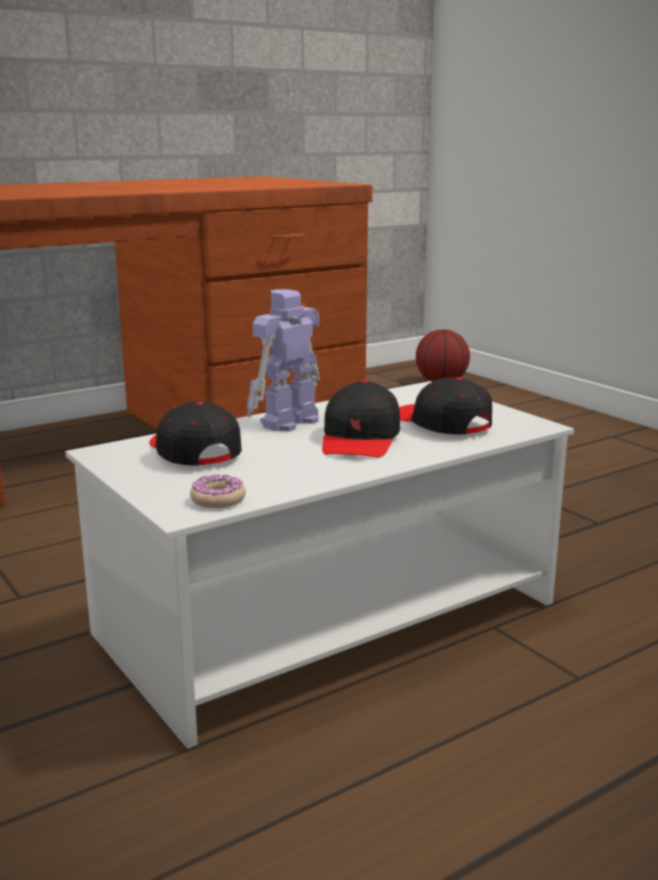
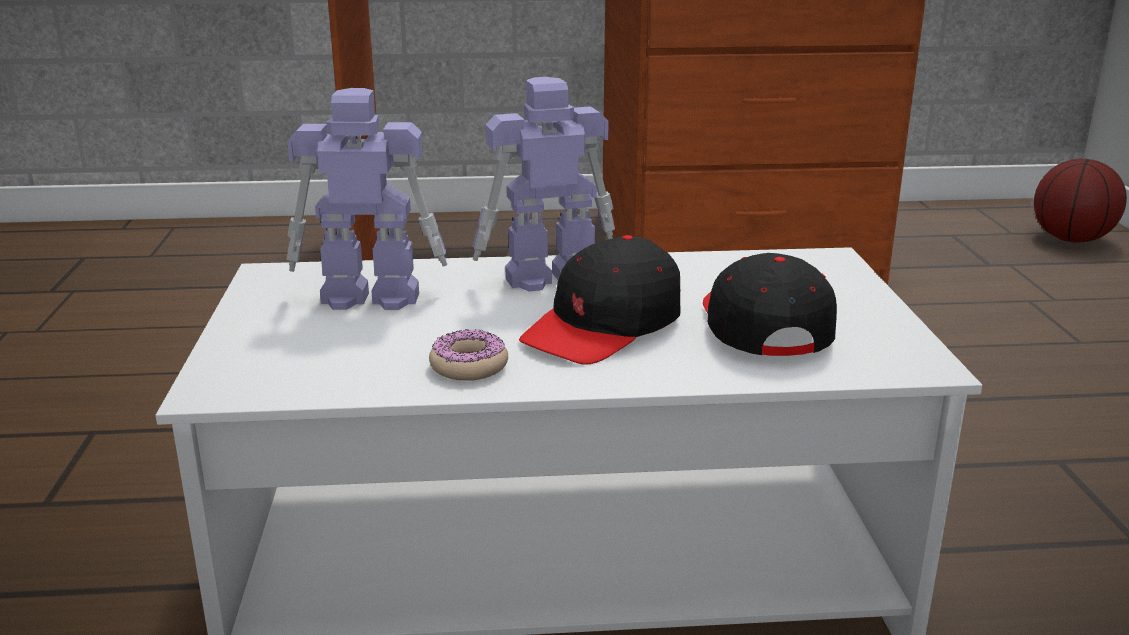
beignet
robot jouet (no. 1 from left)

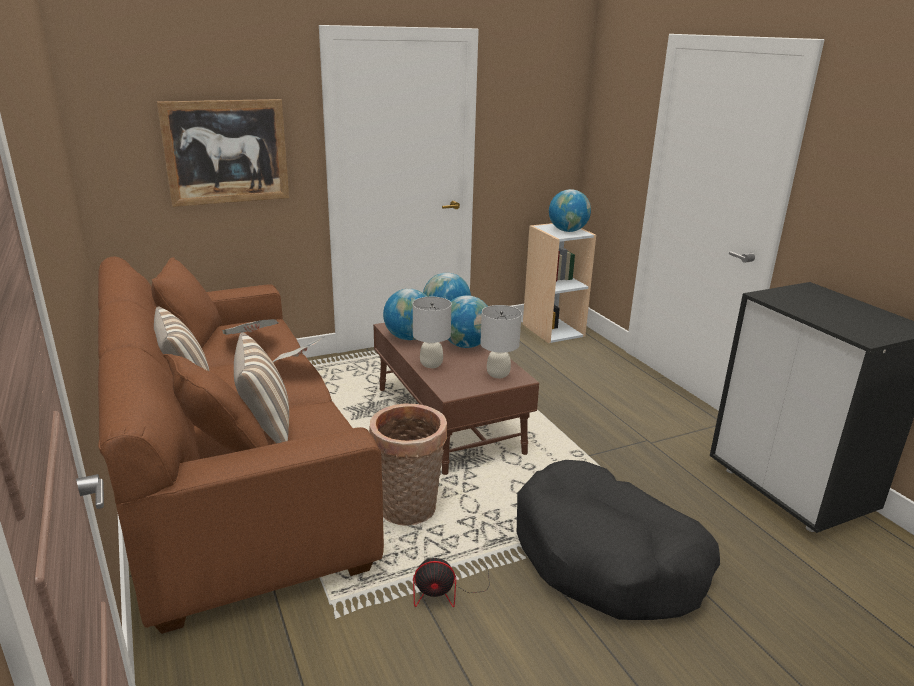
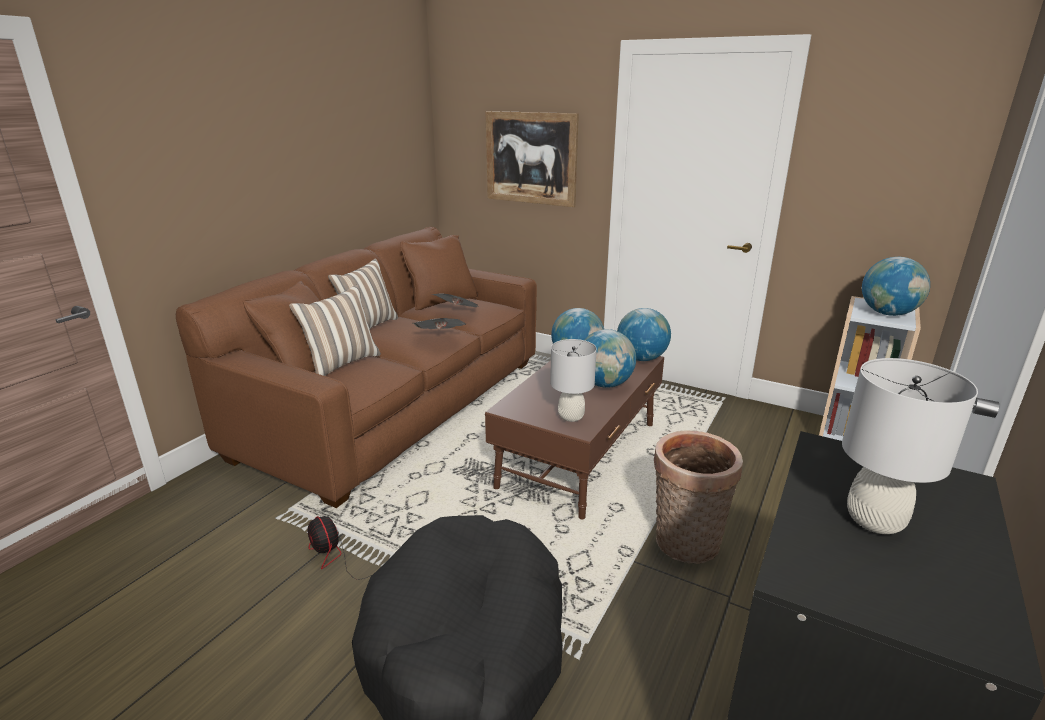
panier
lampe de table/gris (no. 2 from left)

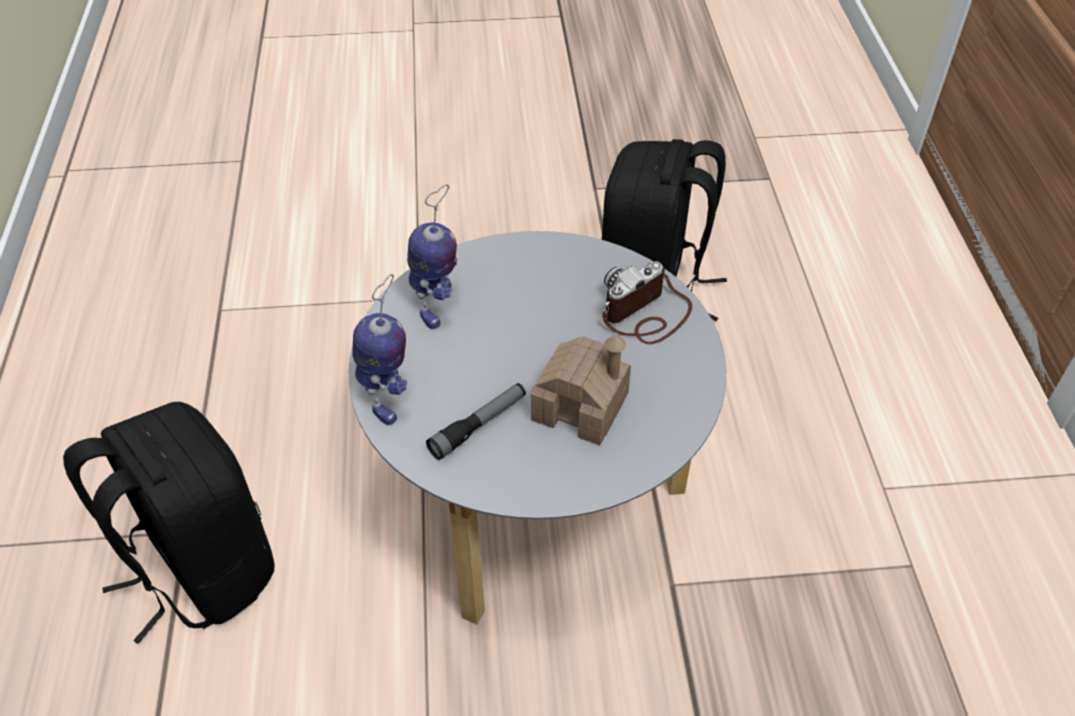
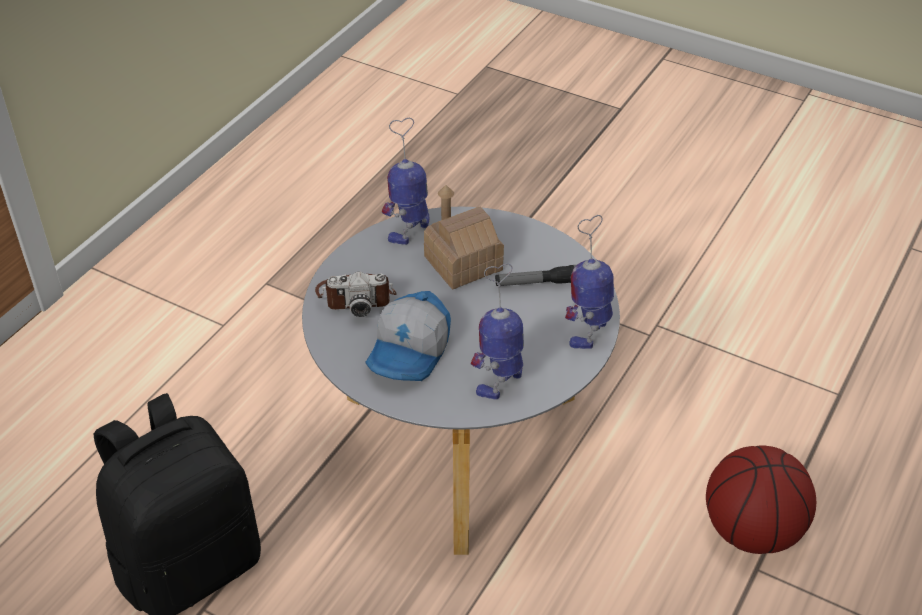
casquette
robot jouet (no. 1 from left)
ballon de basket

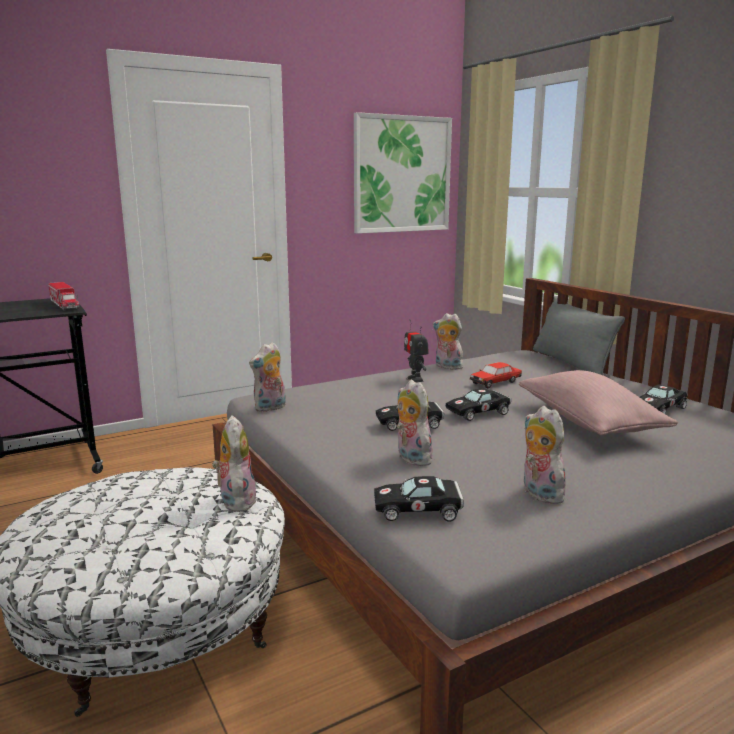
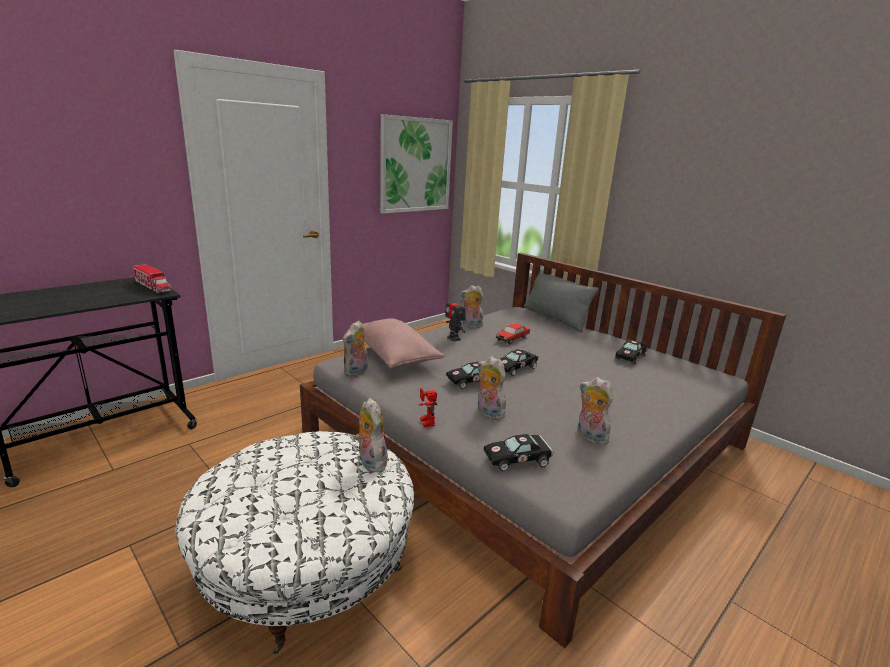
robot jouet (no. 1 from left)
coussin/rose

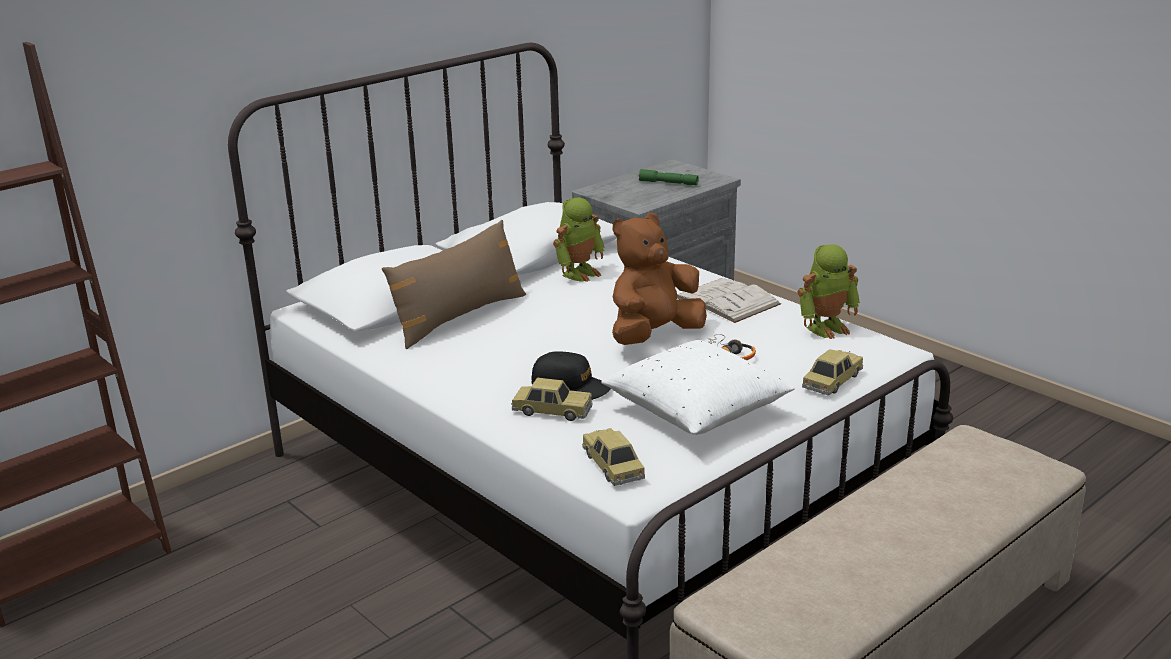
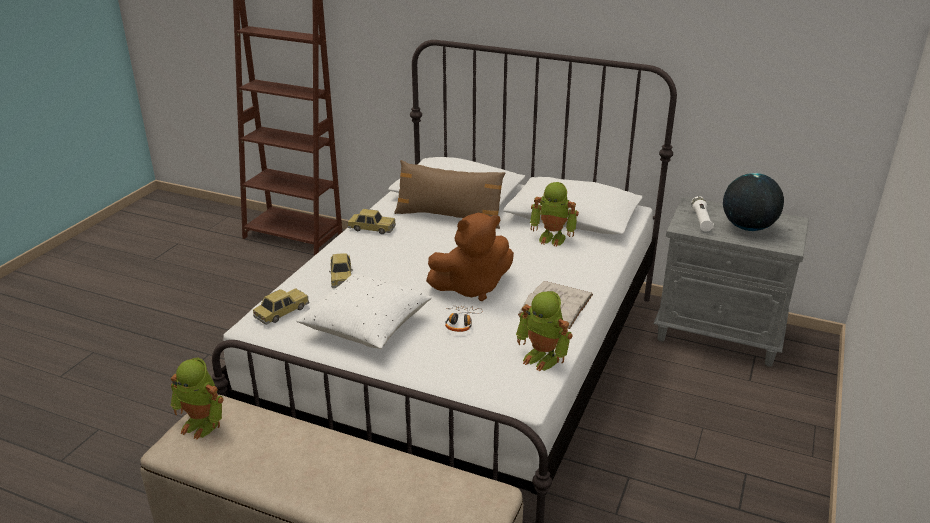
casquette/noir
robot jouet (no. 1 from left)
lampe de poche/blanc
petite voiture (no. 3 from left)
globe
peluche/marron

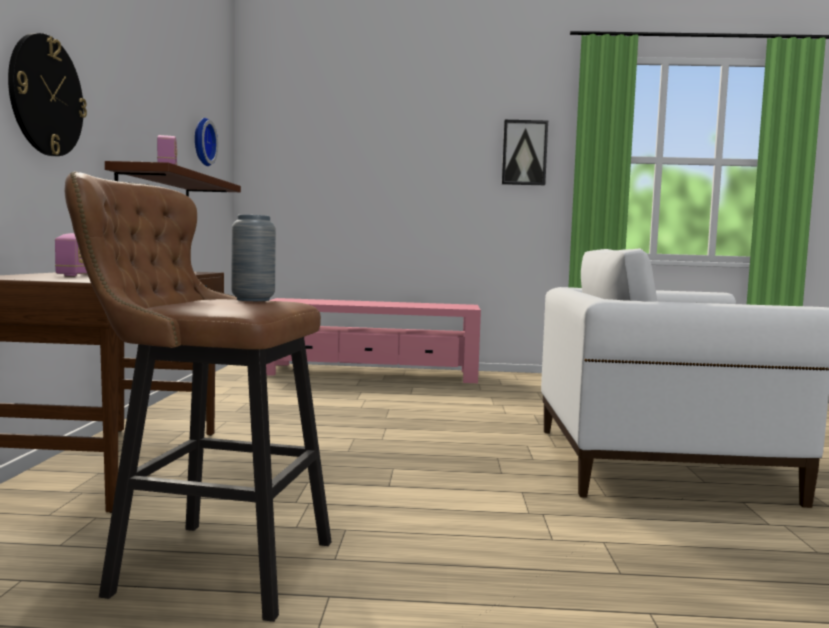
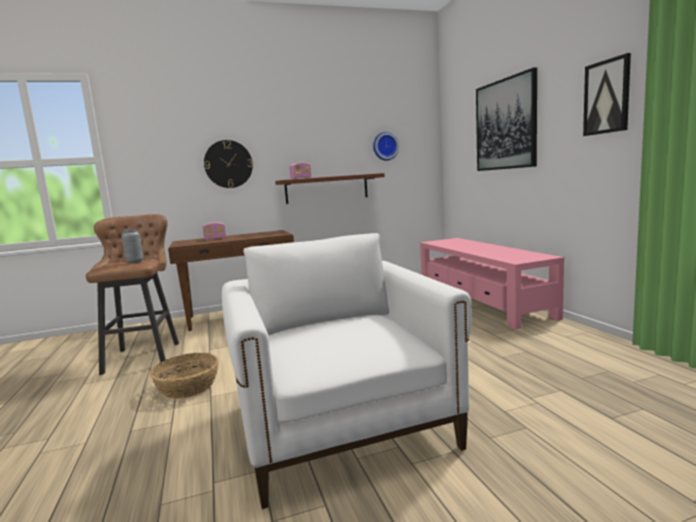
panier
tableau (no. 1 from left)

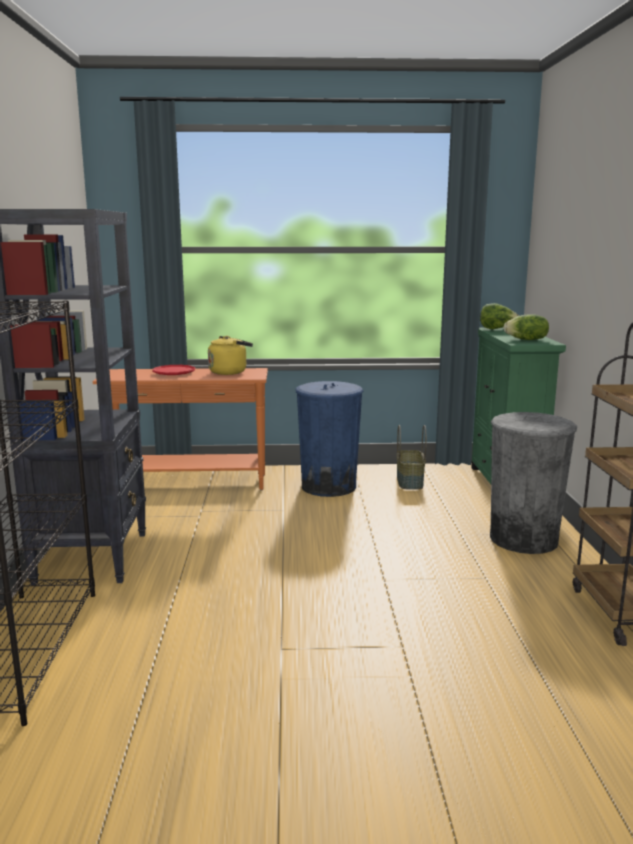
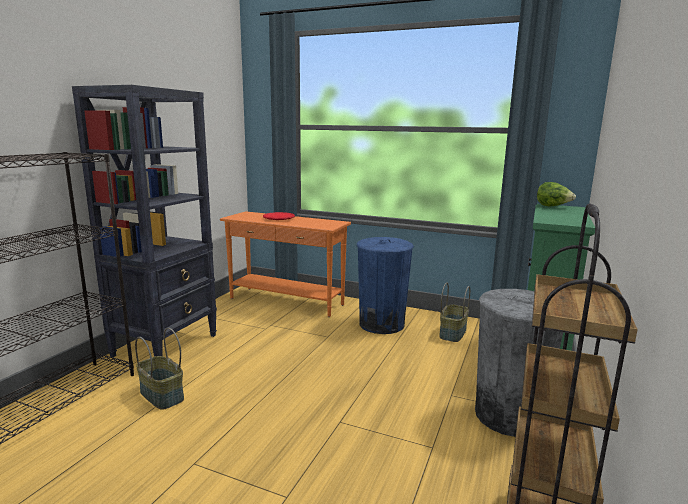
bouilloire/jaune
laitue (no. 2 from left in the first image)
panier (no. 1 from left)

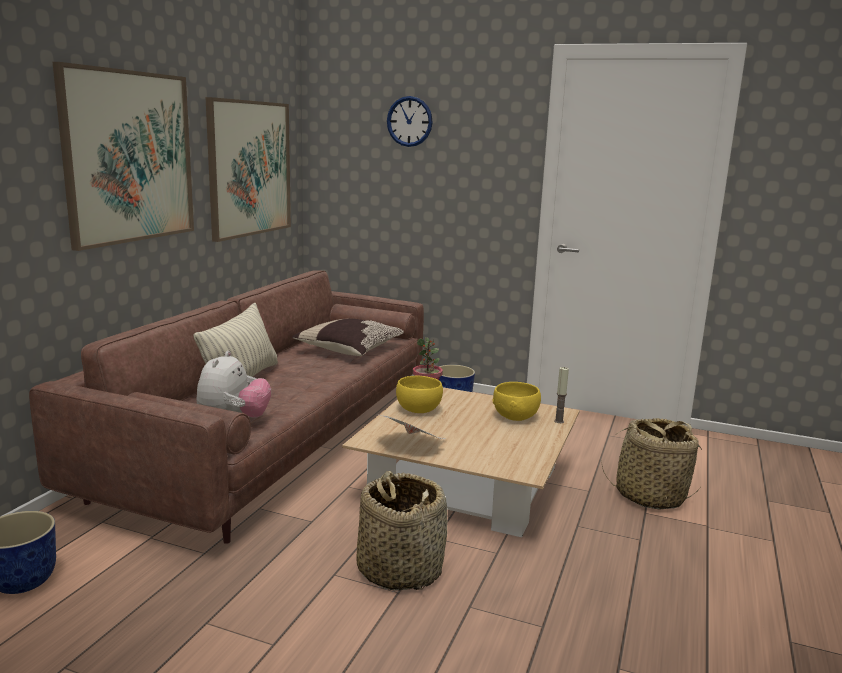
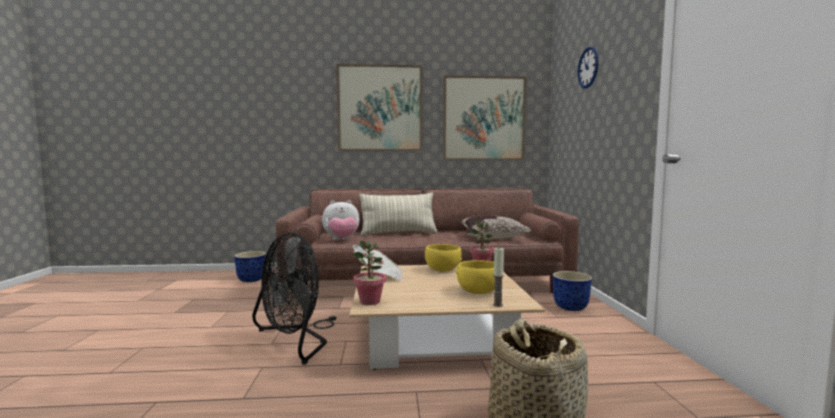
plante en pot (no. 1 from left)
ventilateur/noir

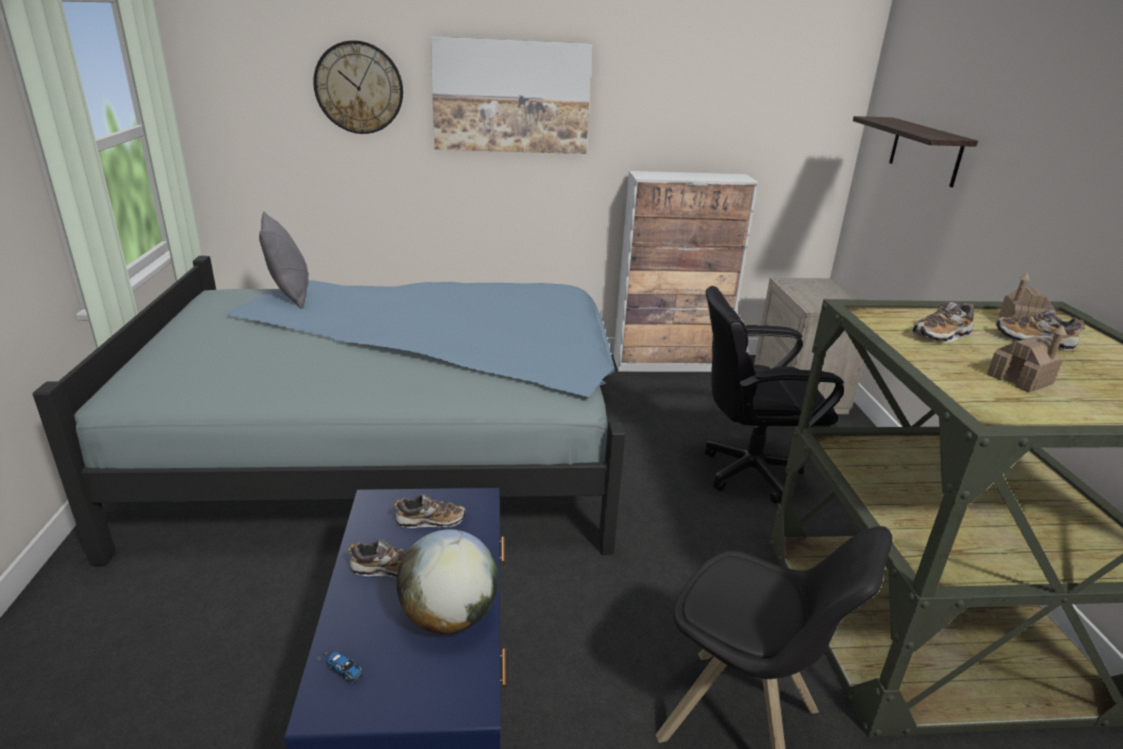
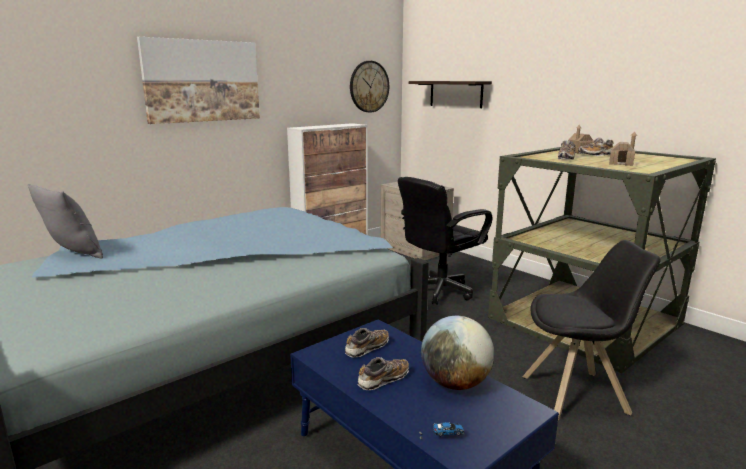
horloge murale

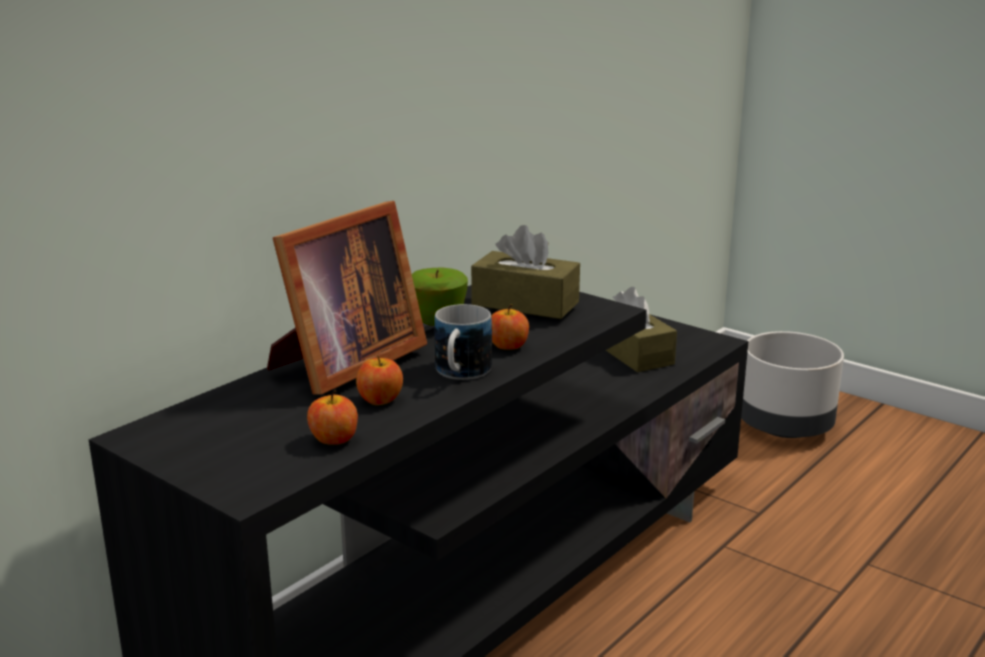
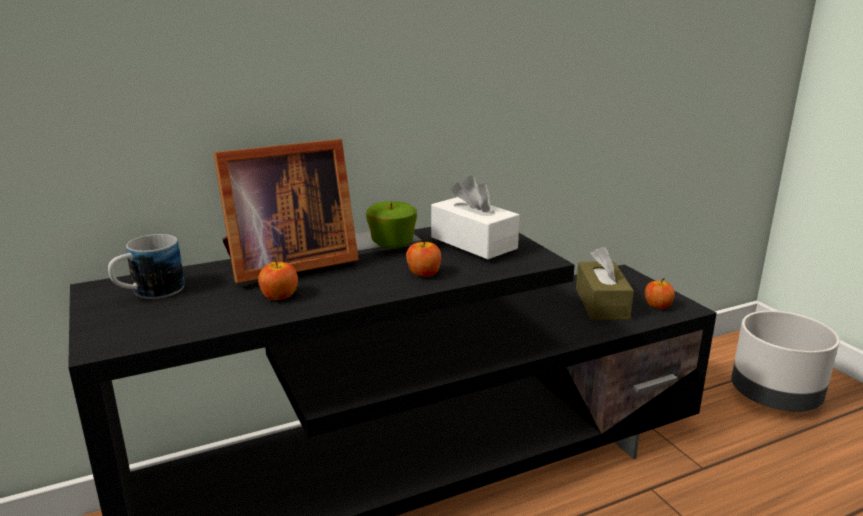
pomme (no. 4 from left)
mug
boîte à mouchoirs/blanc

